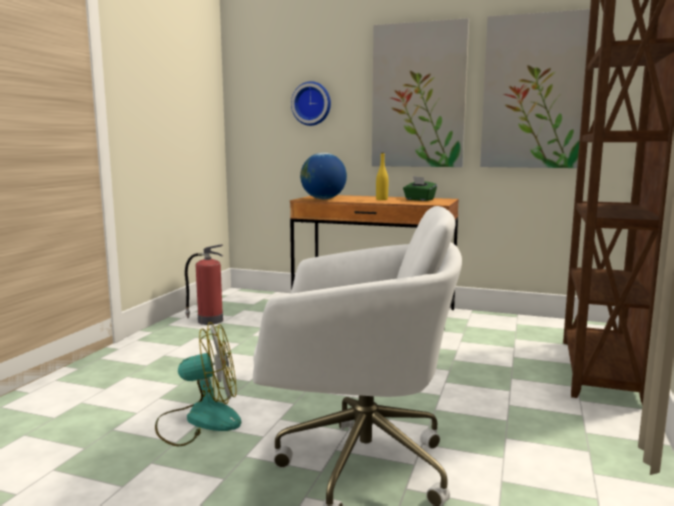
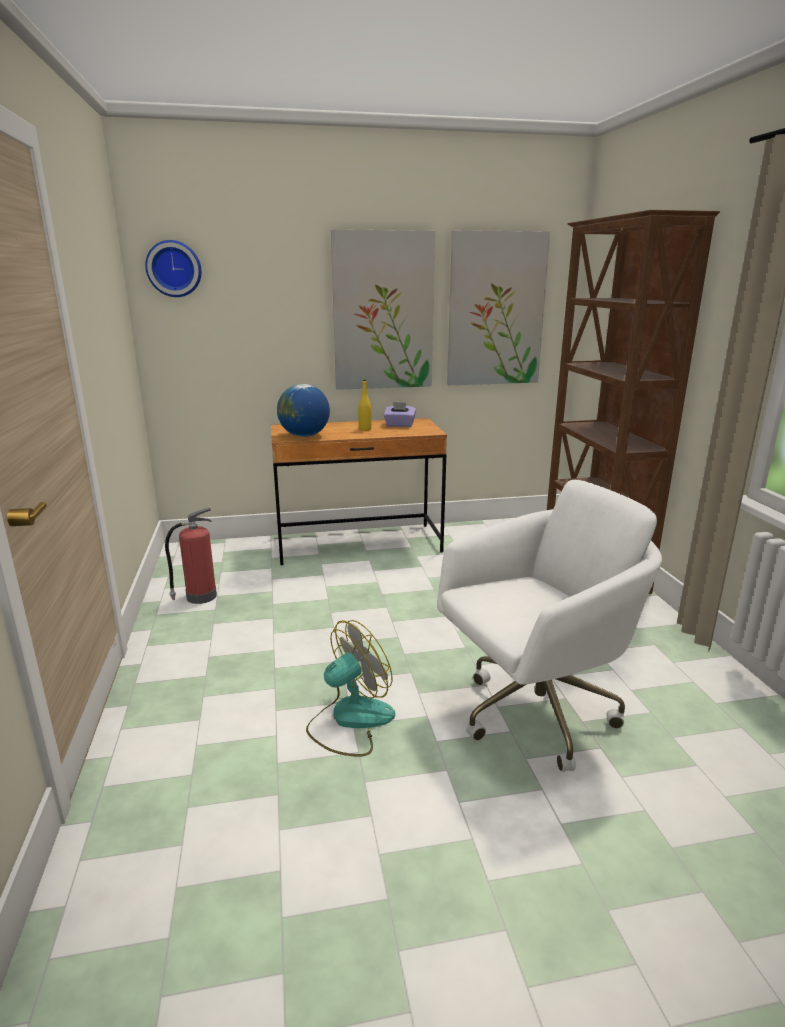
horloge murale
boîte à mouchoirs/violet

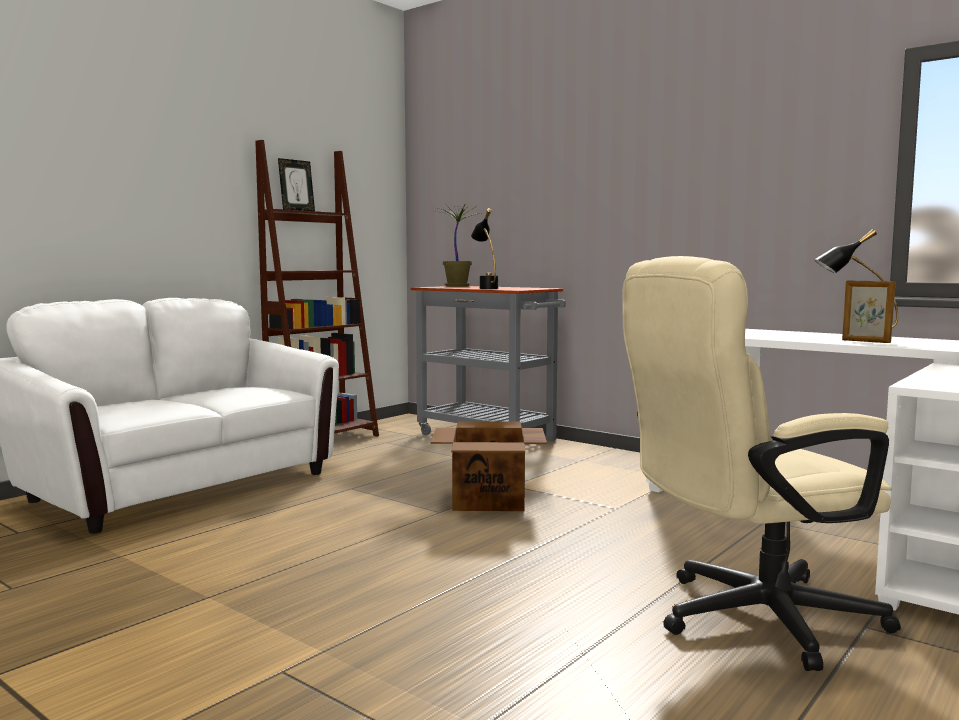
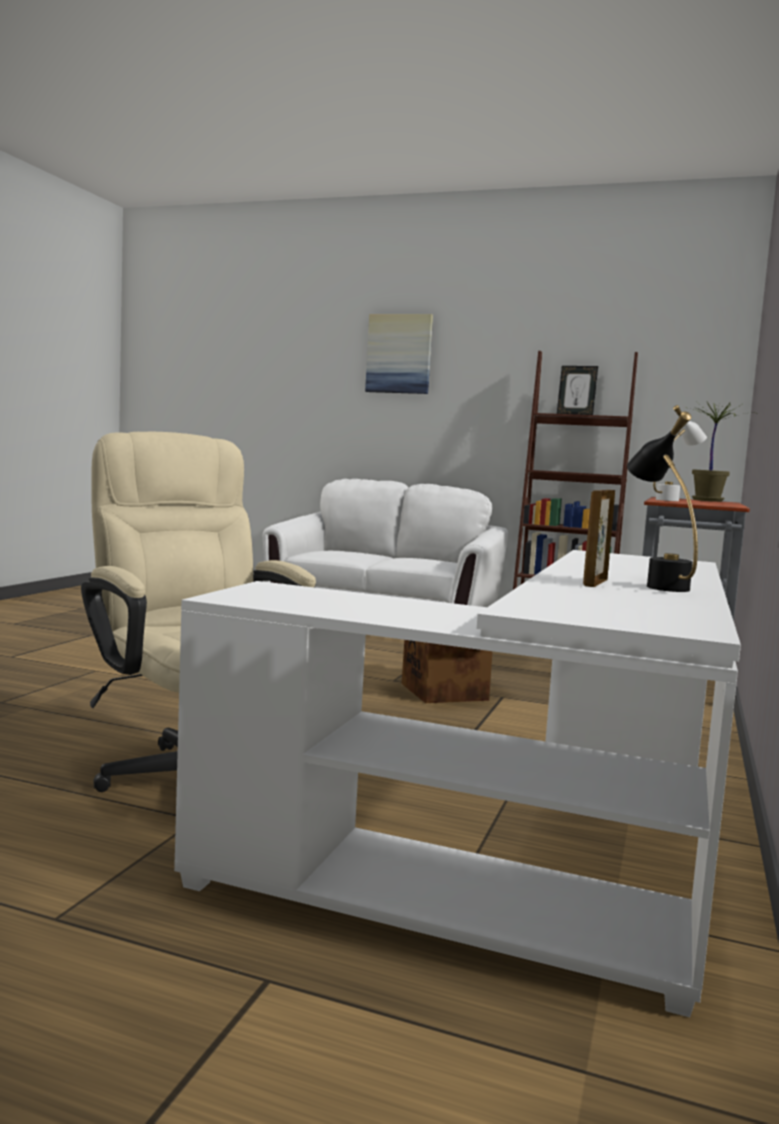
tableau
lampe de table/blanc

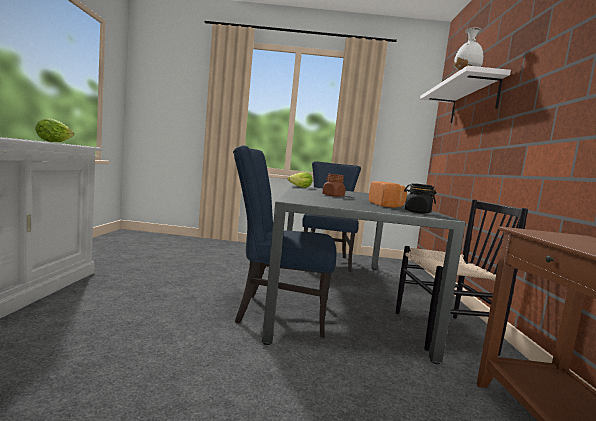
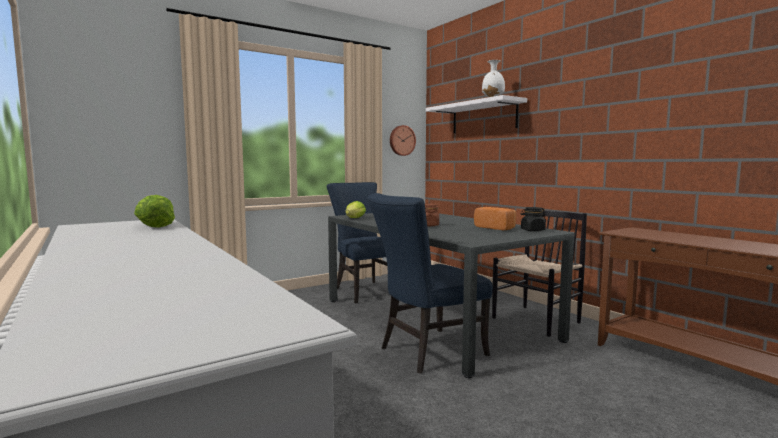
horloge murale

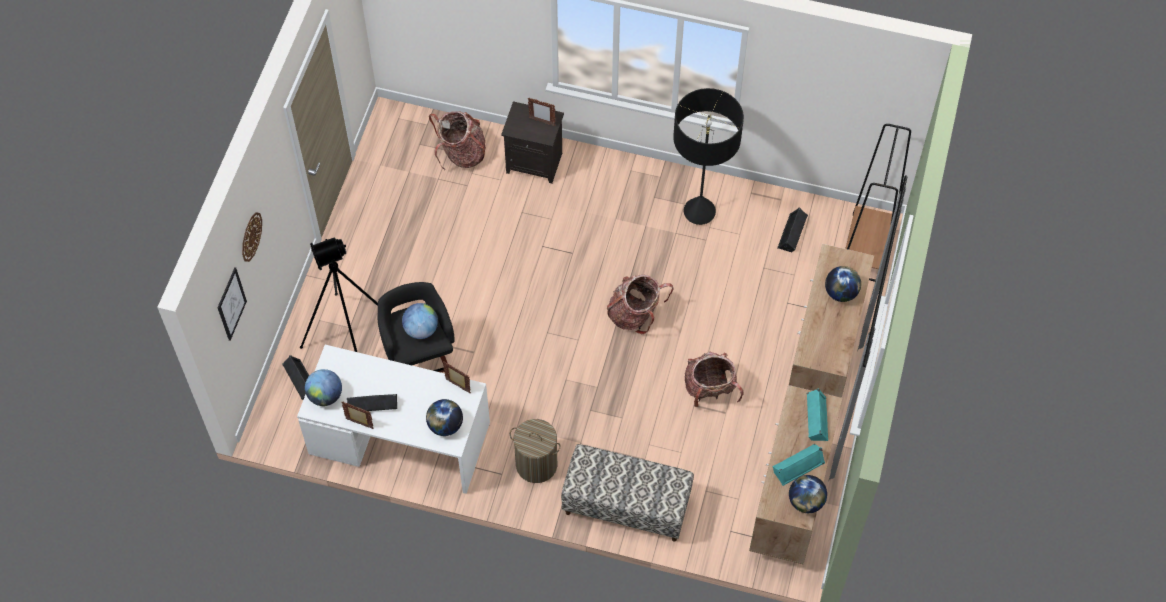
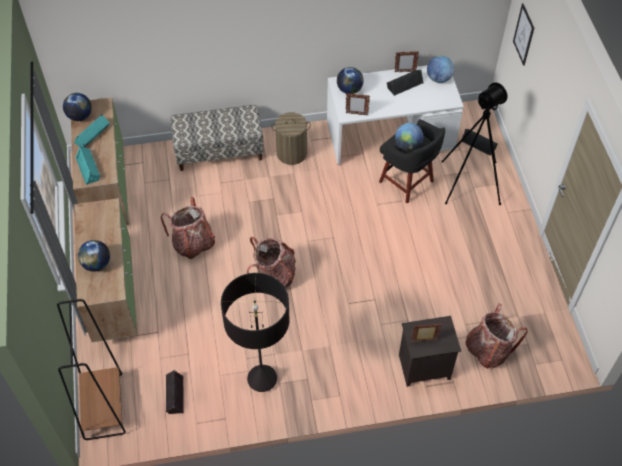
horloge murale

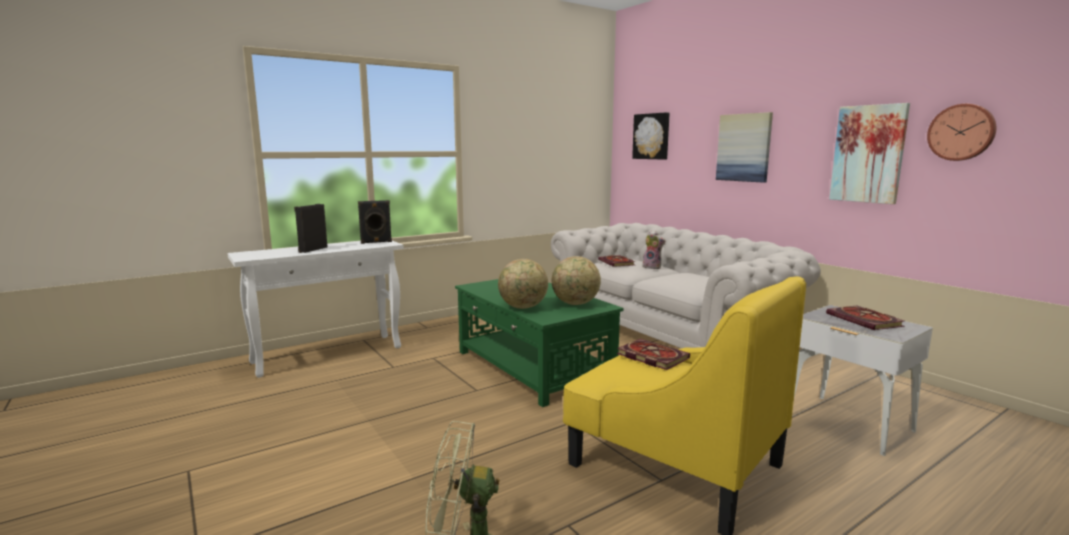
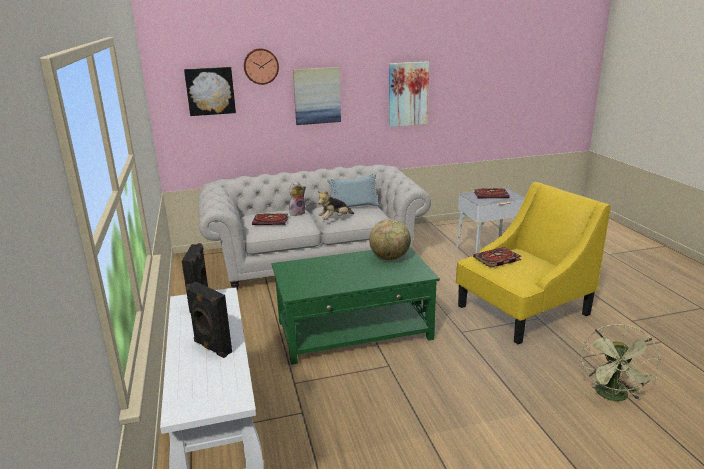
globe (no. 1 from left in the first image)
peluche (no. 2 from left)
coussin/bleu
horloge murale

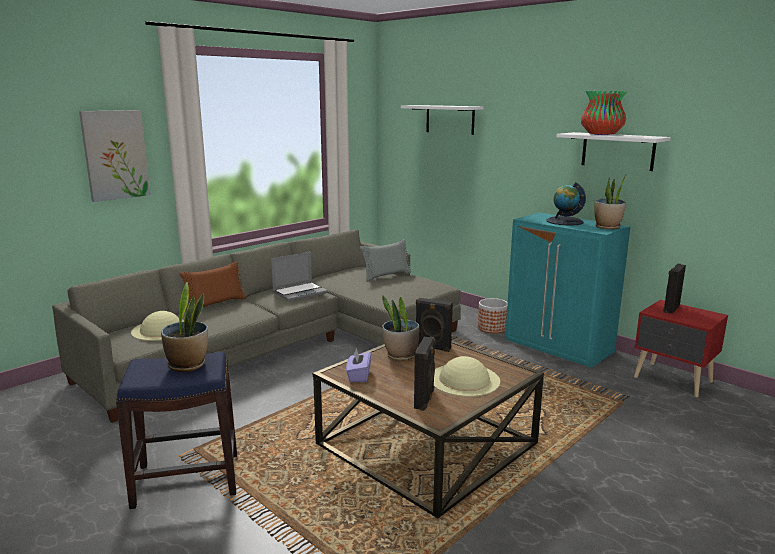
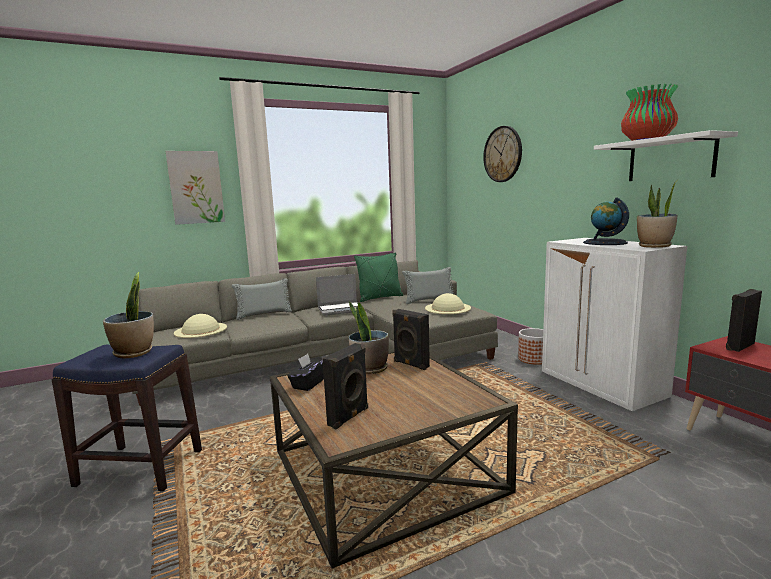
coussin/vert
chapeau/beige (no. 2 from left)
horloge murale
coussin/gris (no. 1 from left)
boîte à mouchoirs/noir
meuble de rangement/blanc

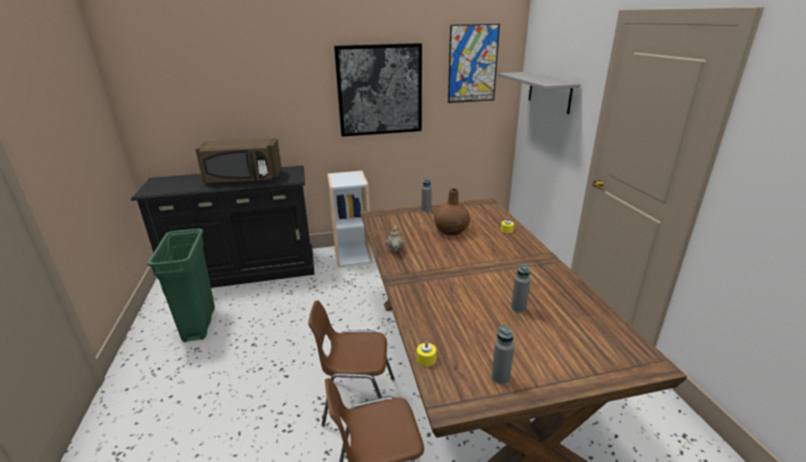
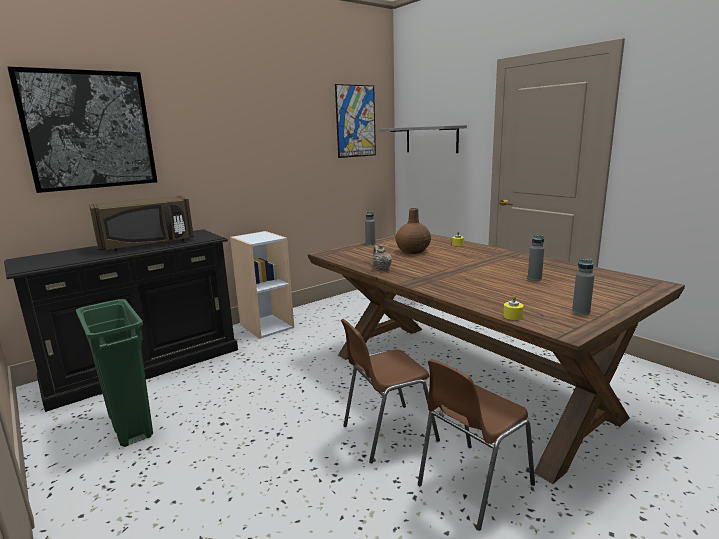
tableau (no. 1 from left)

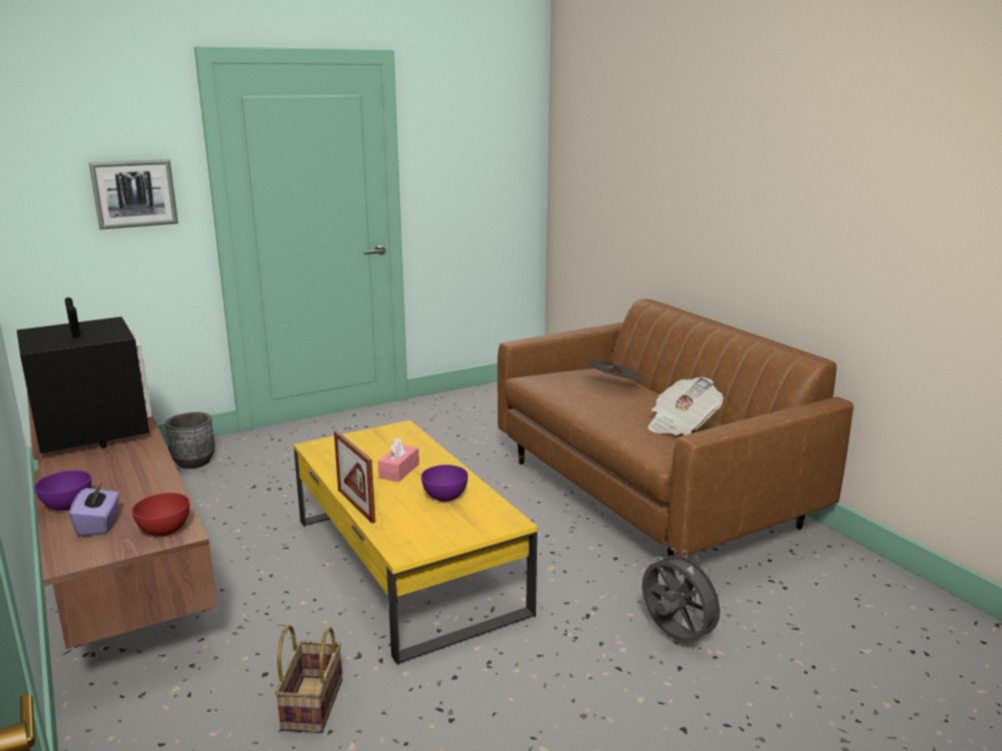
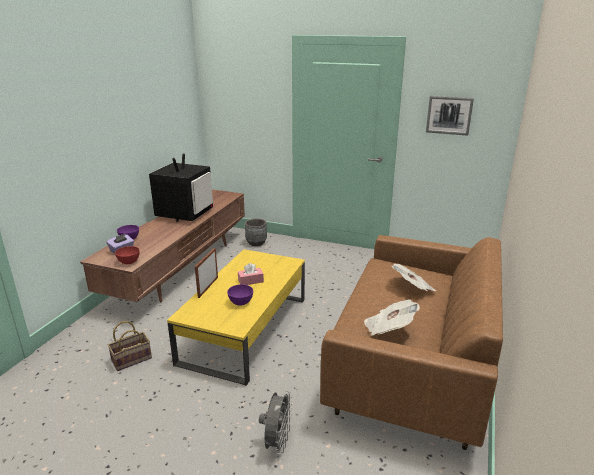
tableau

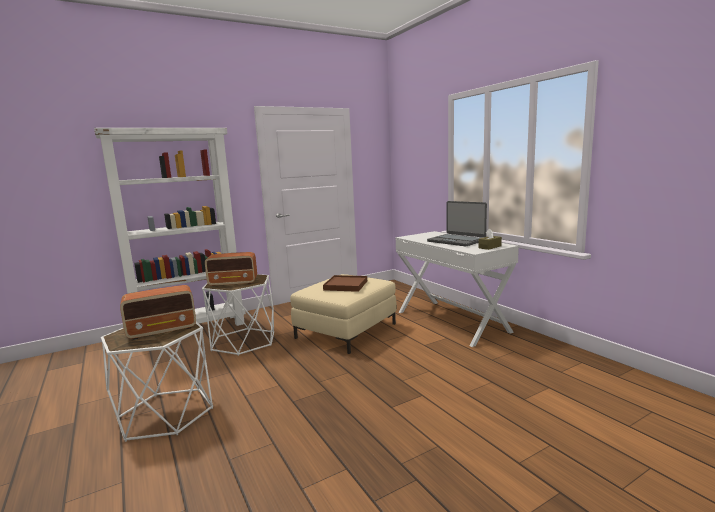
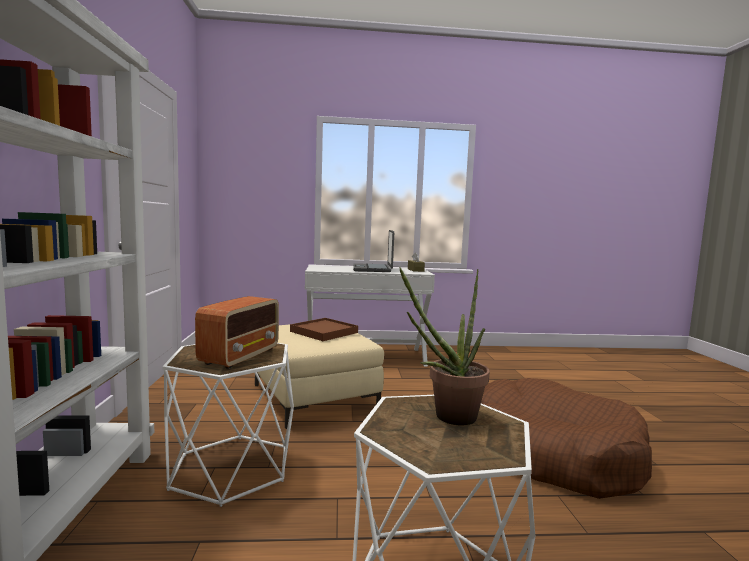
panier pour chien/marron
plante en pot
ordinateur portable

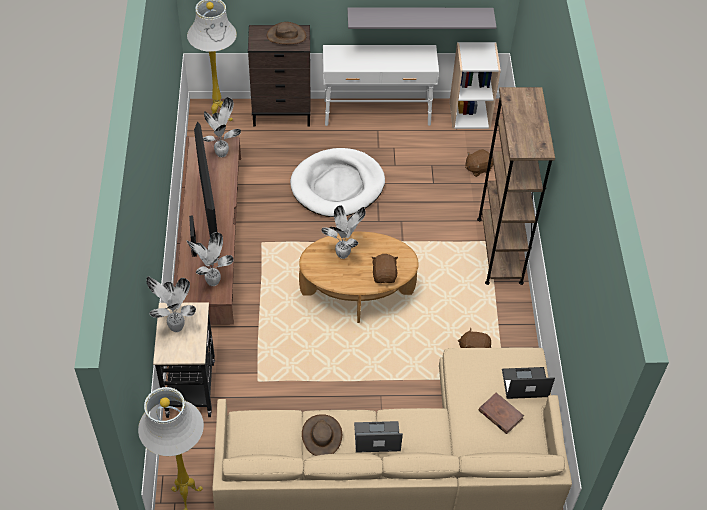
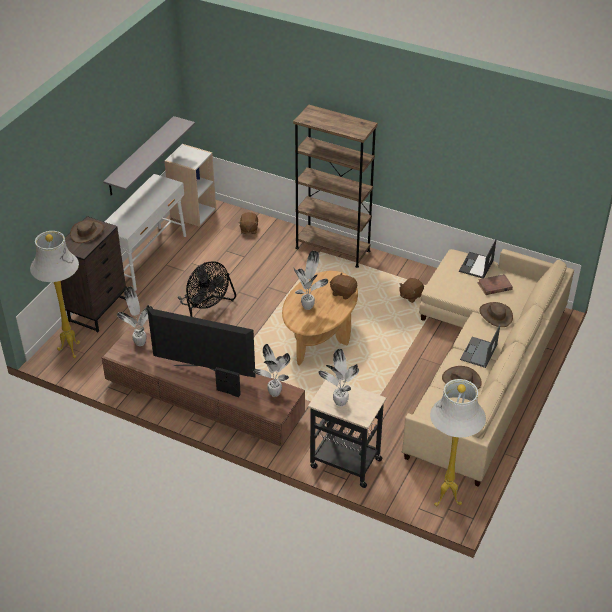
chapeau/marron (no. 3 from left)
ventilateur/noir

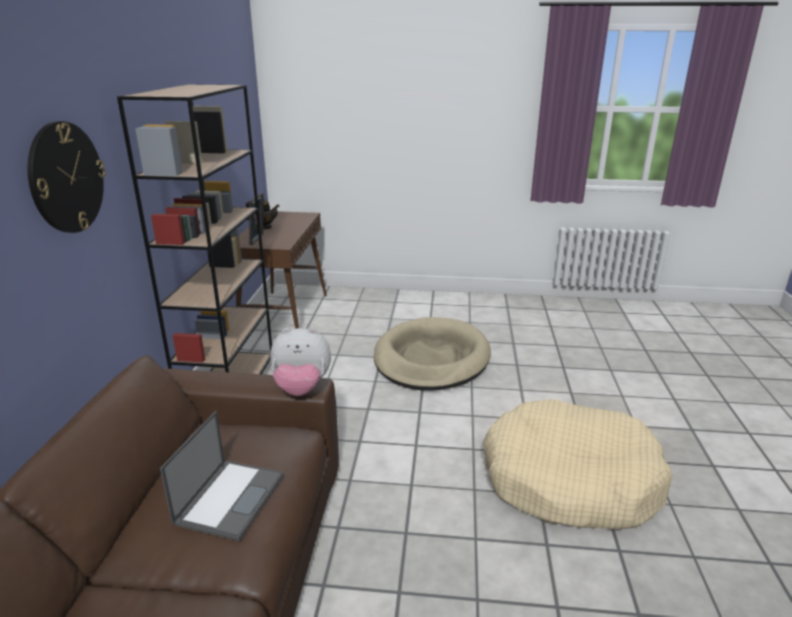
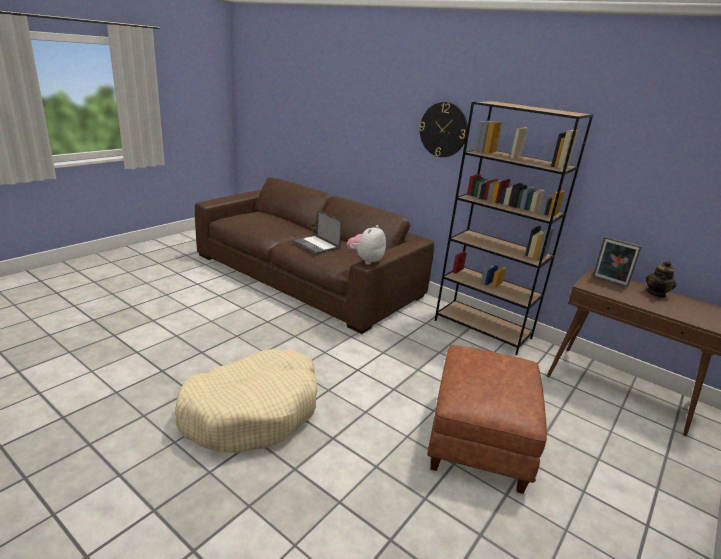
pouf/marron

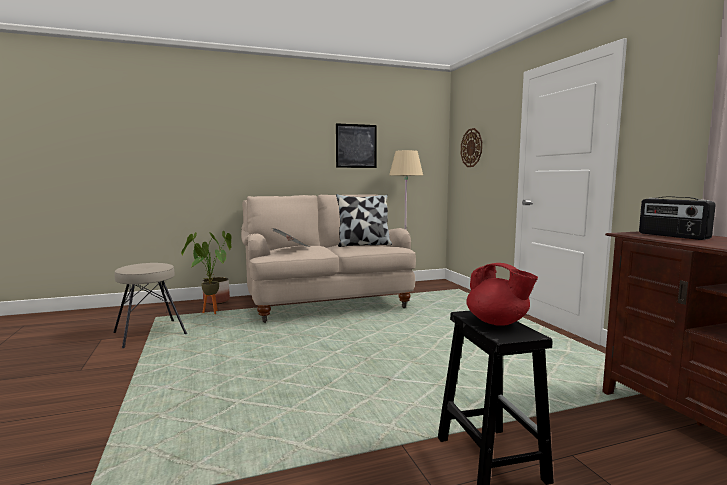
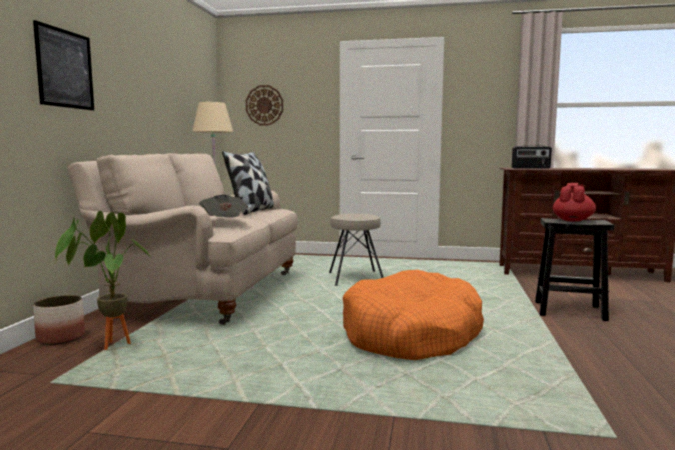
panier pour chien/orange
tabouret/beige
tableau
théière/rouge

